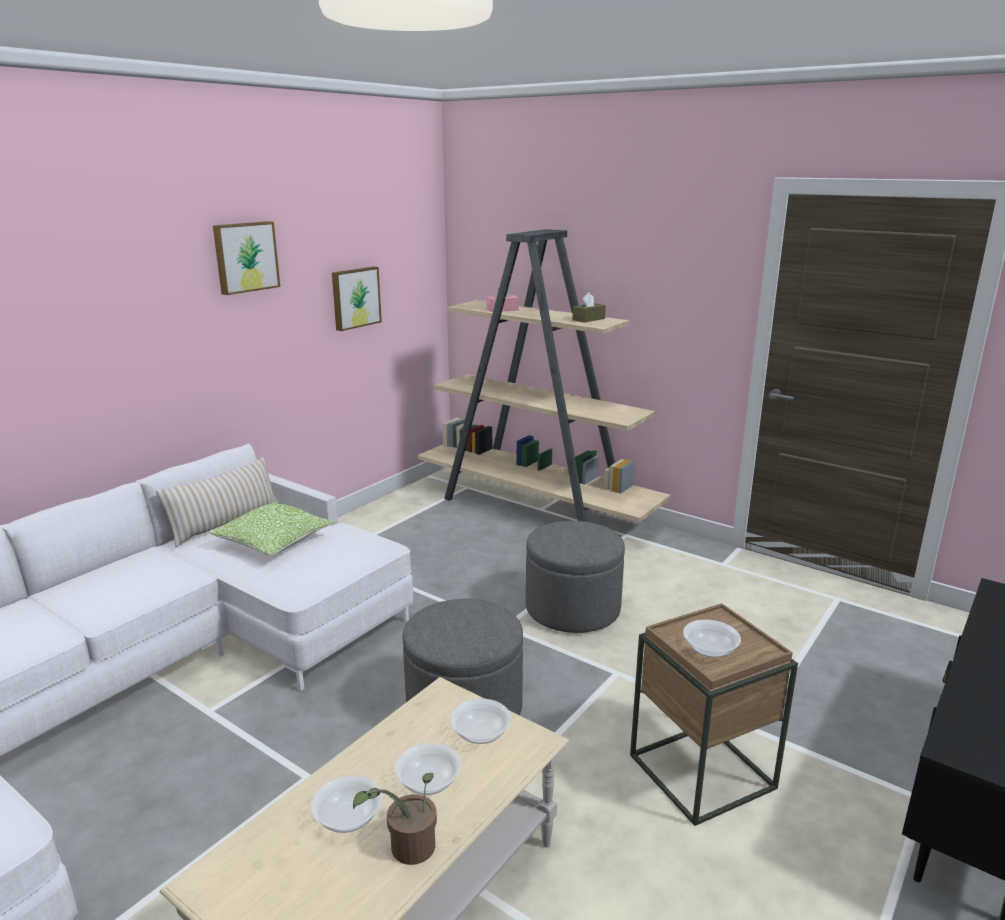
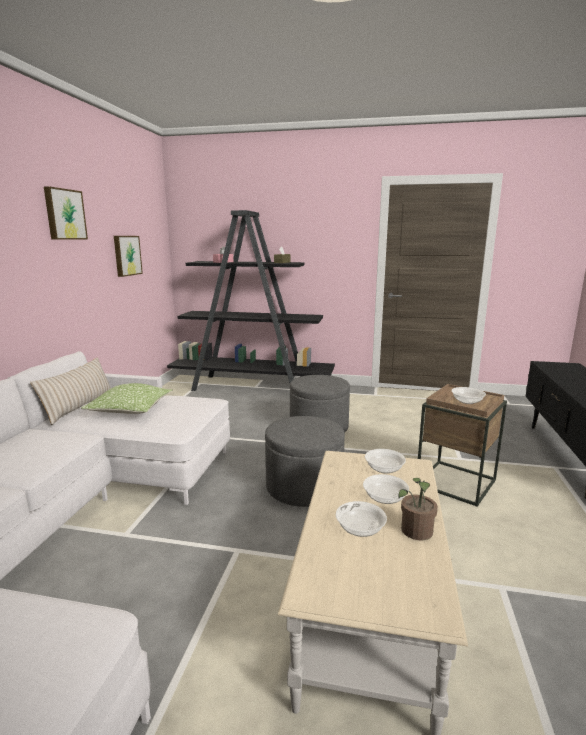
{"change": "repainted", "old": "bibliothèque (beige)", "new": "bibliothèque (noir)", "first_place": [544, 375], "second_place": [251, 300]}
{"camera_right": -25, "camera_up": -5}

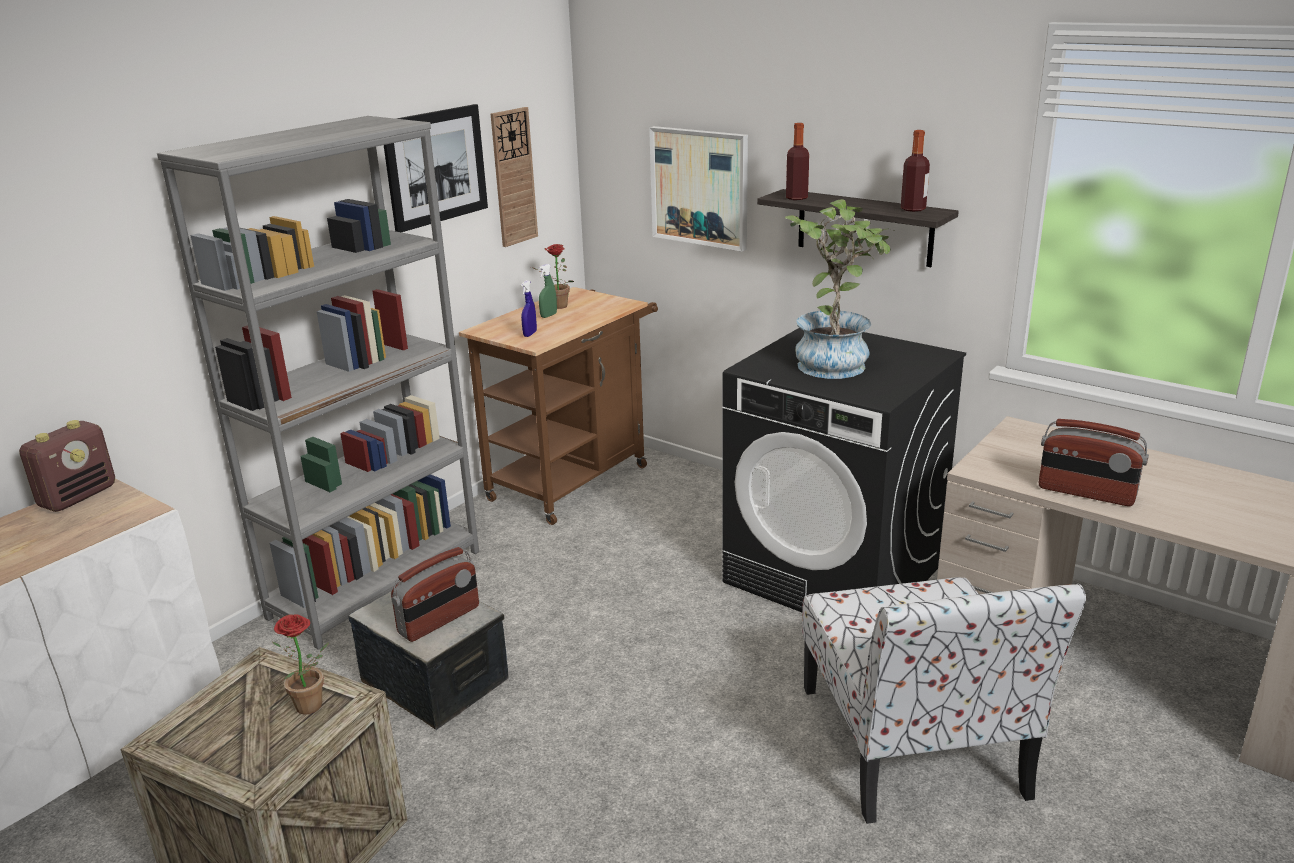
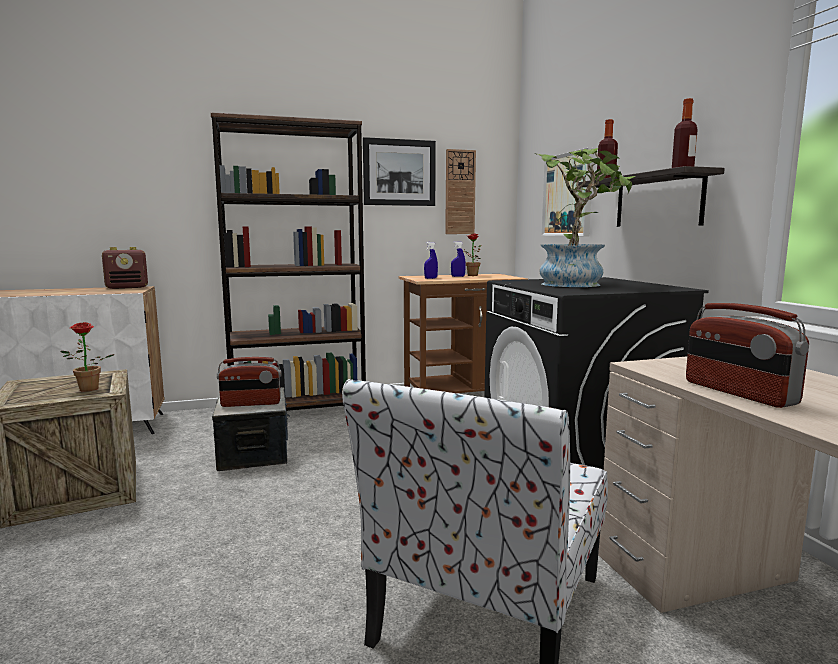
{"change": "repainted", "old": "bibliothèque (gris)", "new": "bibliothèque (marron)", "first_place": [318, 383], "second_place": [288, 261]}
{"change": "repainted", "old": "vaporisateur (vert)", "new": "vaporisateur (bleu)", "first_place": [547, 291], "second_place": [458, 259]}
{"camera_right": 35, "camera_up": -15}

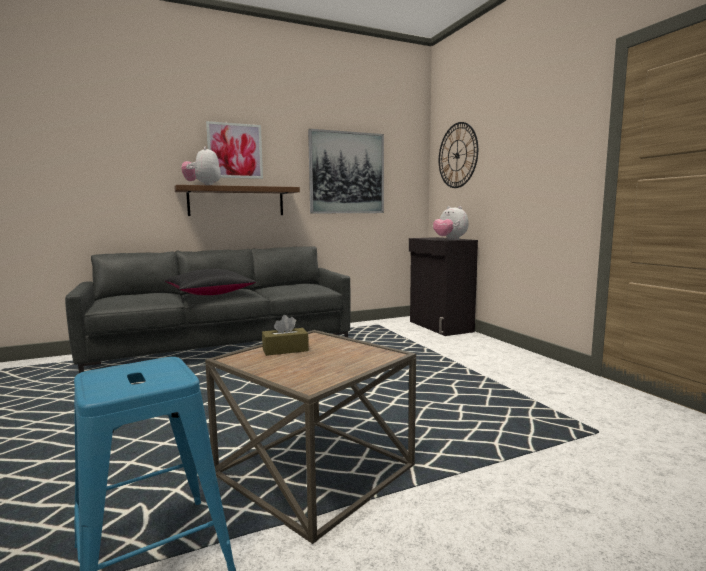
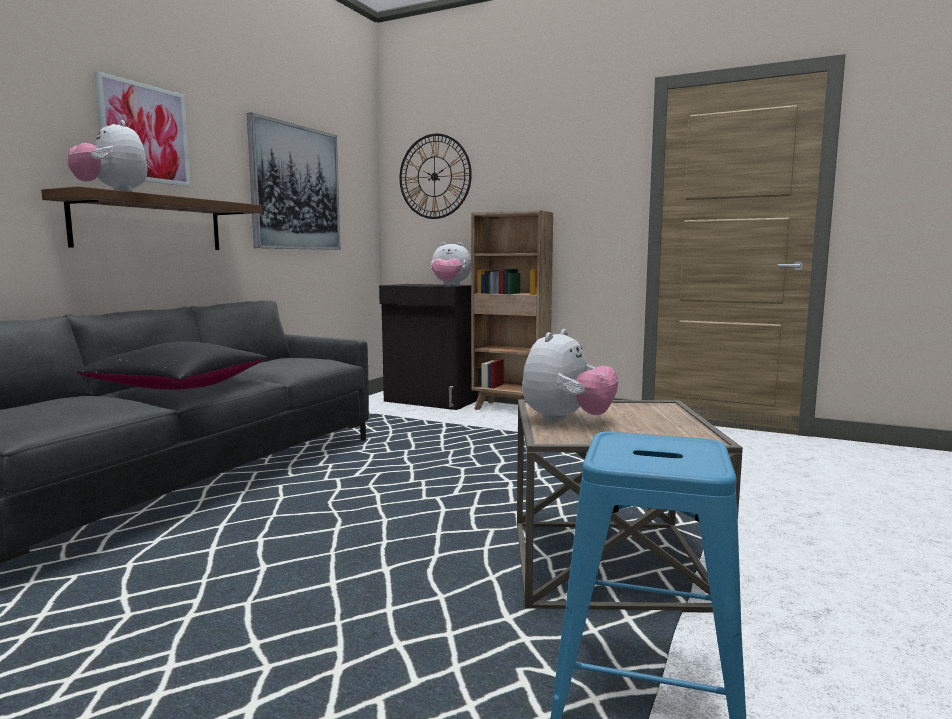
{"change": "new", "new": "bibliothèque (marron)", "second_place": [512, 310]}
{"change": "swapped", "old": "boîte à mouchoirs (marron)", "new": "peluche", "first_place": [285, 335], "second_place": [570, 376]}
{"camera_right": -40, "camera_up": 0}

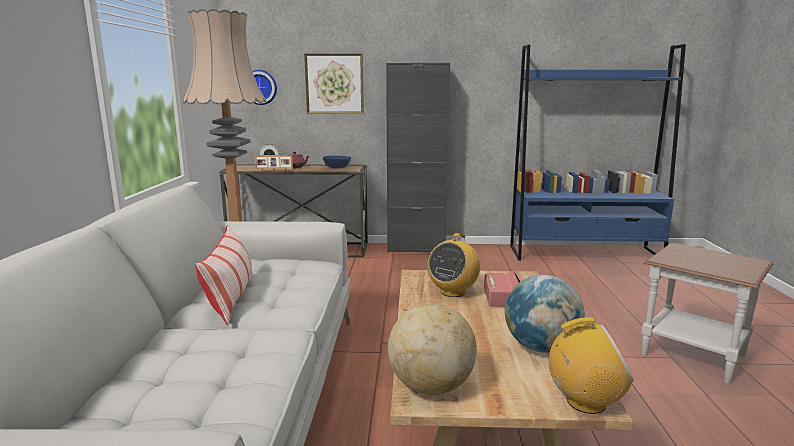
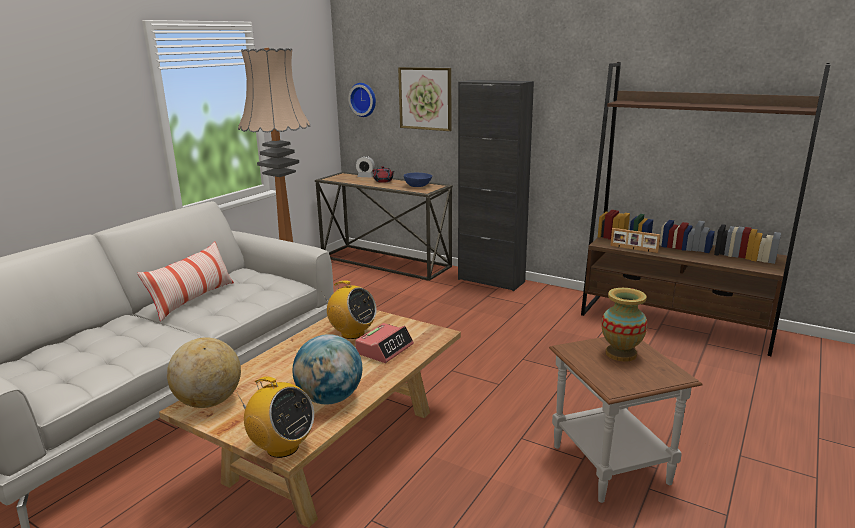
{"change": "rotated", "old": "radio", "first_place": [454, 265], "second_place": [349, 309], "degrees": -120}
{"change": "repainted", "old": "bibliothèque (bleu)", "new": "bibliothèque (marron)", "first_place": [598, 152], "second_place": [705, 209]}
{"change": "new", "new": "vase", "second_place": [624, 325]}
{"change": "shifted", "old": "cadre photo", "first_place": [273, 163], "second_place": [635, 240]}
{"camera_right": 30, "camera_up": 5}

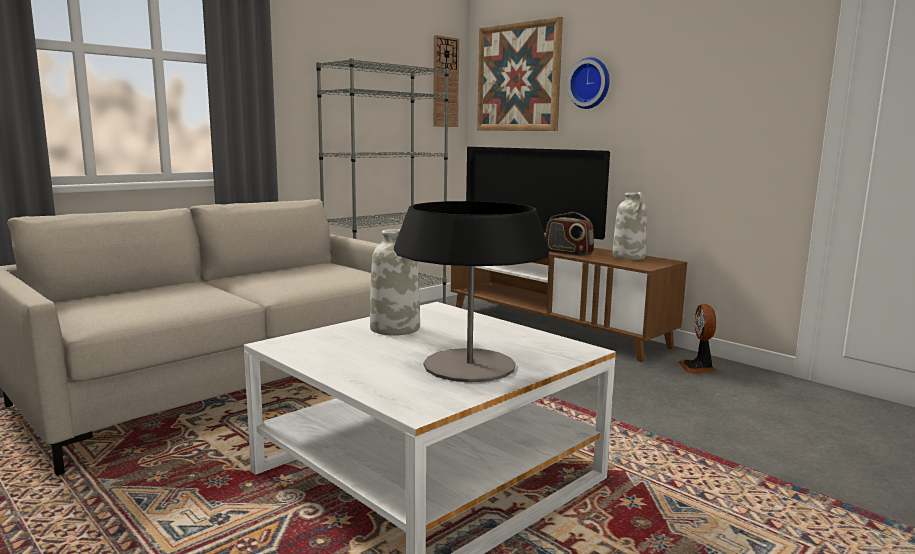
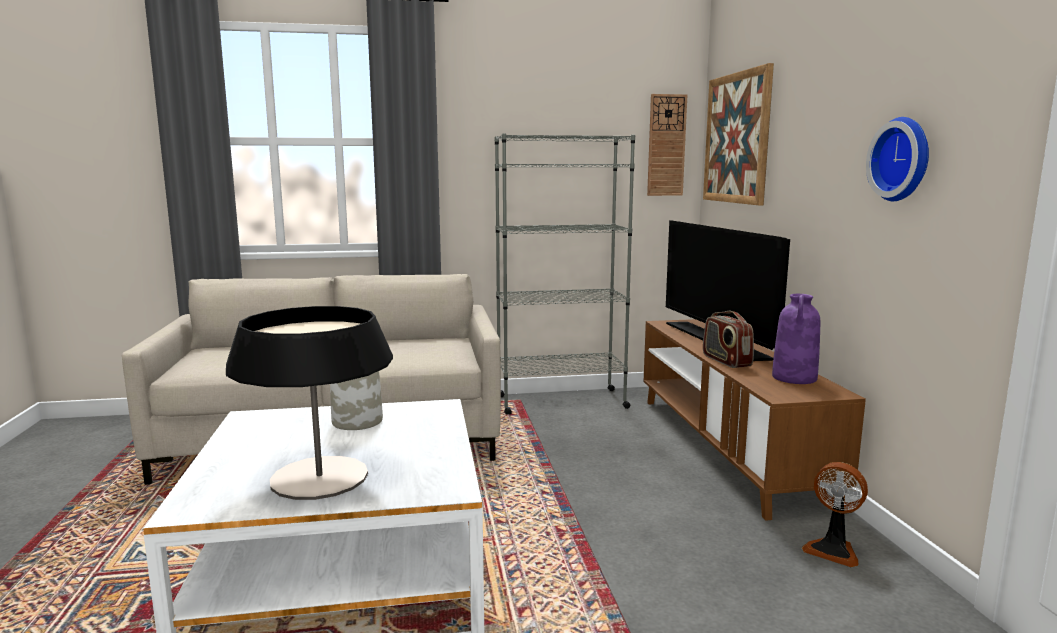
{"change": "repainted", "old": "vase (blanc)", "new": "vase (violet)", "first_place": [629, 226], "second_place": [796, 339]}
{"change": "rotated", "old": "ventilateur", "first_place": [697, 339], "second_place": [835, 514], "degrees": -90}
{"change": "shifted", "old": "horloge murale", "first_place": [588, 83], "second_place": [897, 159]}
{"camera_right": 35, "camera_up": 0}

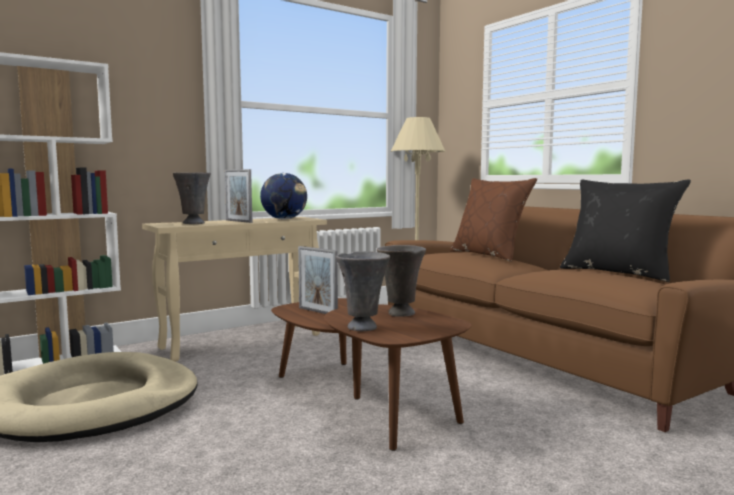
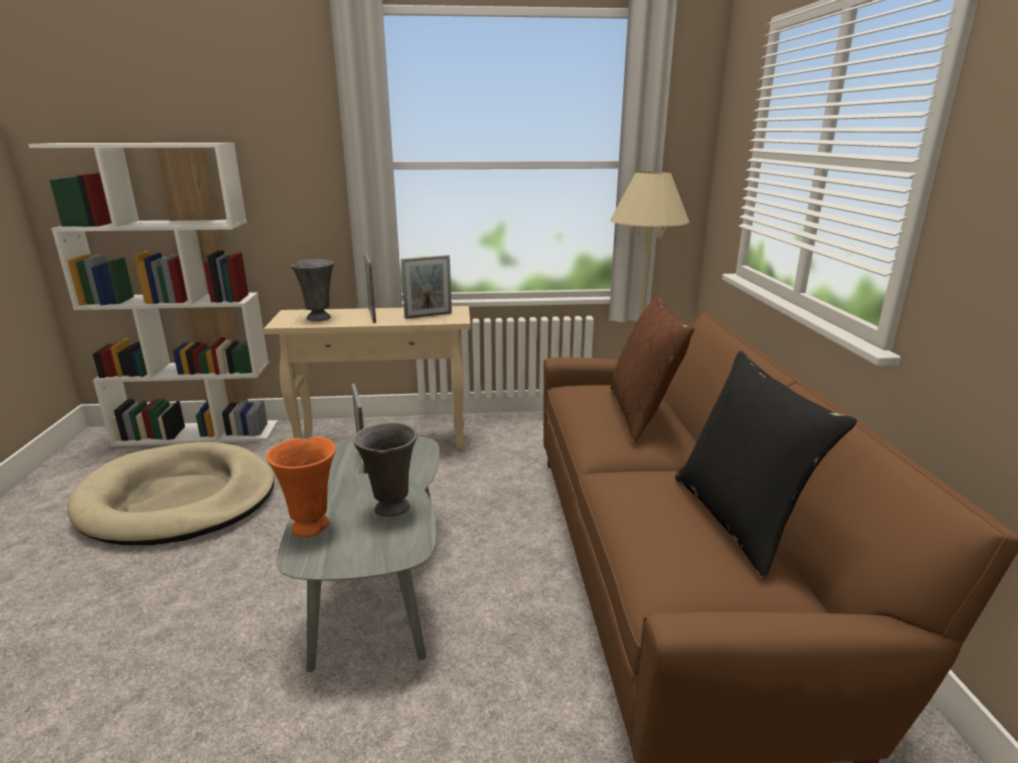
{"change": "repainted", "old": "vase (gris)", "new": "vase (orange)", "first_place": [363, 291], "second_place": [301, 486]}
{"change": "repainted", "old": "table basse (marron)", "new": "table basse (gris)", "first_place": [371, 374], "second_place": [358, 554]}
{"change": "swapped", "old": "globe", "new": "cadre photo", "first_place": [283, 196], "second_place": [426, 287]}
{"camera_right": 30, "camera_up": 15}

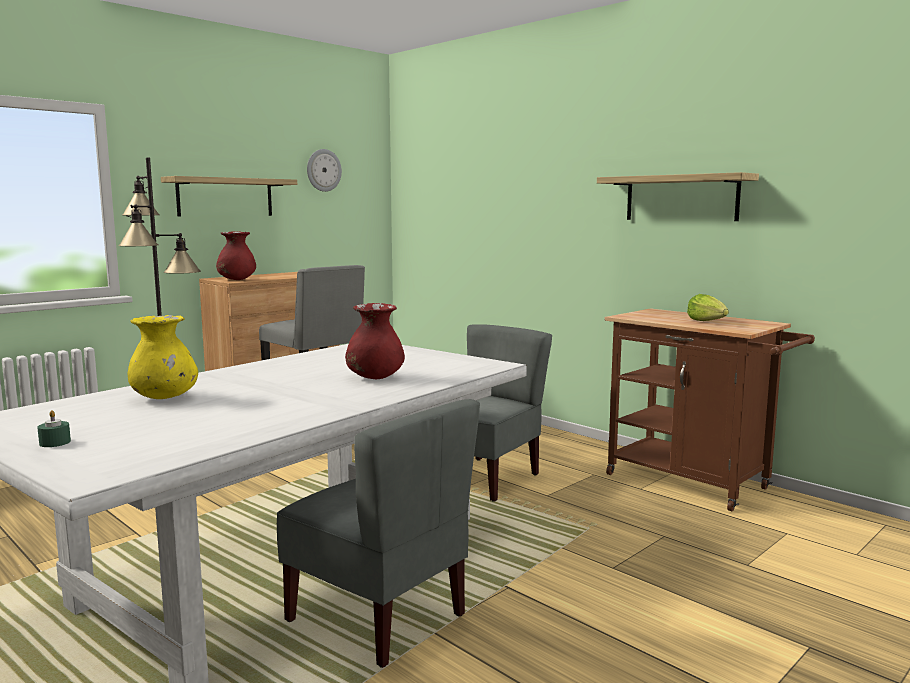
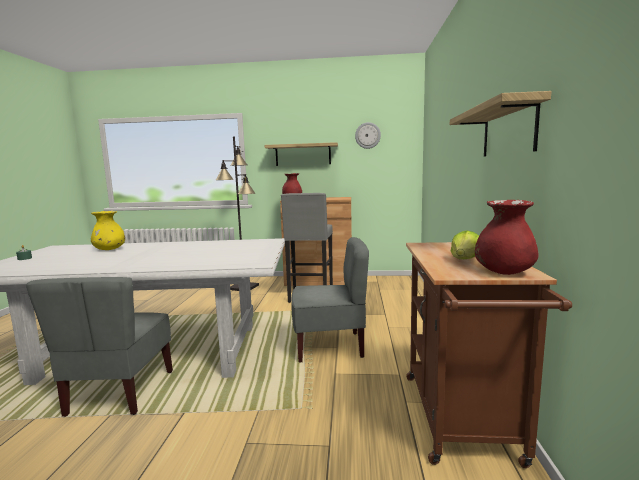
{"change": "shifted", "old": "vase (rouge)", "first_place": [375, 341], "second_place": [507, 237]}
{"camera_right": 50, "camera_up": 0}

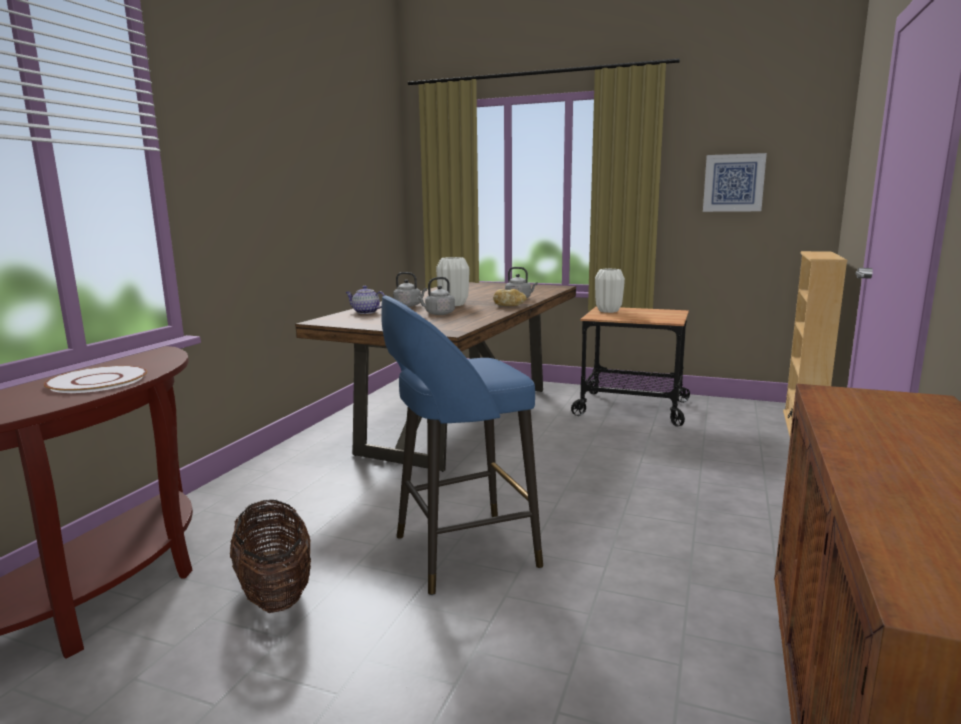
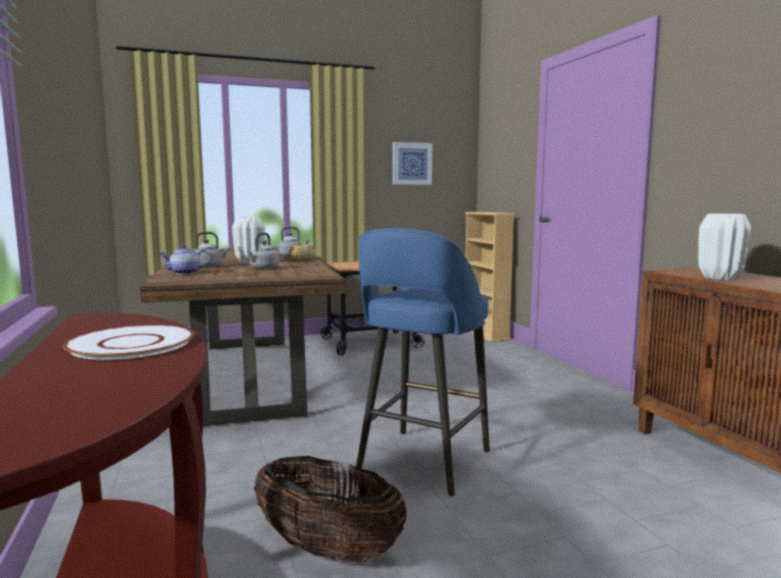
{"change": "shifted", "old": "vase (blanc)", "first_place": [610, 291], "second_place": [724, 247]}
{"camera_right": -40, "camera_up": -5}

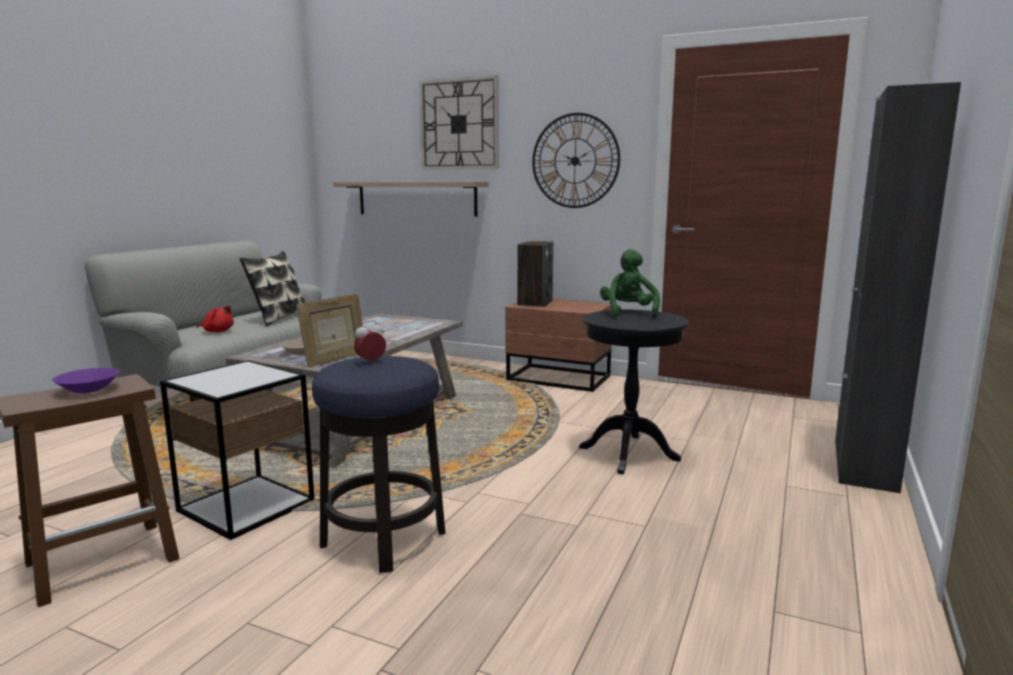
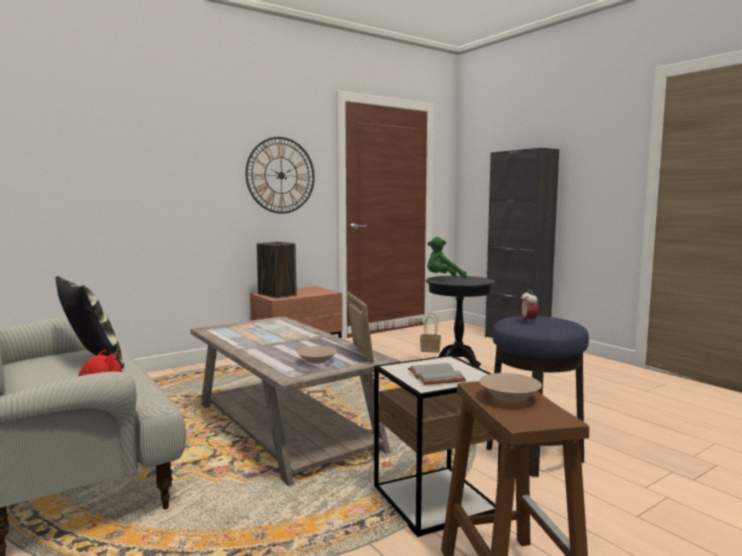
{"change": "new", "new": "livre (gris)", "second_place": [437, 374]}
{"change": "new", "new": "panier", "second_place": [430, 333]}
{"change": "rotated", "old": "peluche (vert)", "first_place": [630, 284], "second_place": [447, 257], "degrees": -45}
{"change": "repainted", "old": "bol (violet)", "new": "bol (beige)", "first_place": [86, 380], "second_place": [510, 387]}
{"change": "gone", "old": "étagère", "first_place": [411, 199]}
{"change": "gone", "old": "horloge murale", "first_place": [459, 122]}
{"camera_right": -60, "camera_up": -5}

